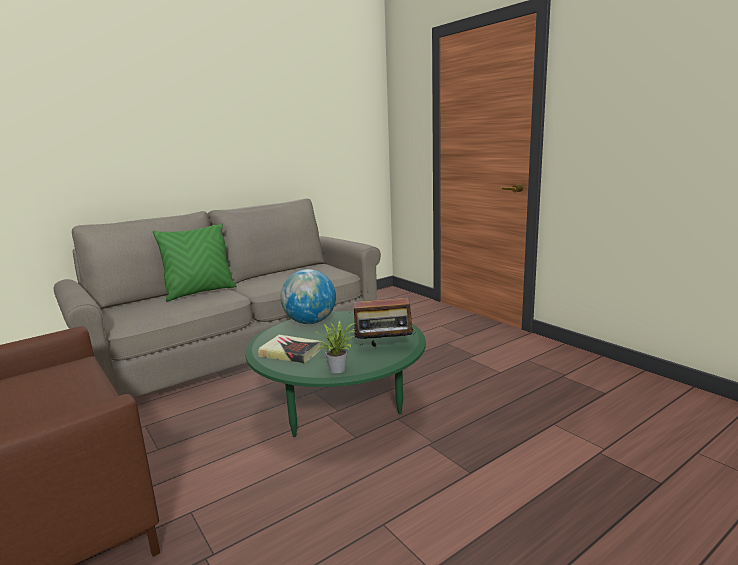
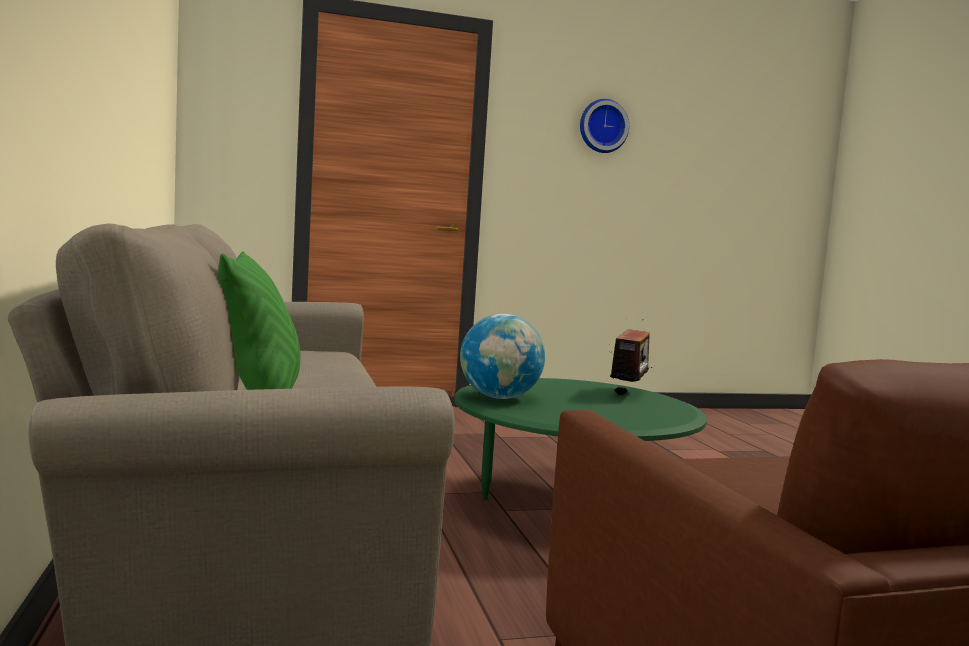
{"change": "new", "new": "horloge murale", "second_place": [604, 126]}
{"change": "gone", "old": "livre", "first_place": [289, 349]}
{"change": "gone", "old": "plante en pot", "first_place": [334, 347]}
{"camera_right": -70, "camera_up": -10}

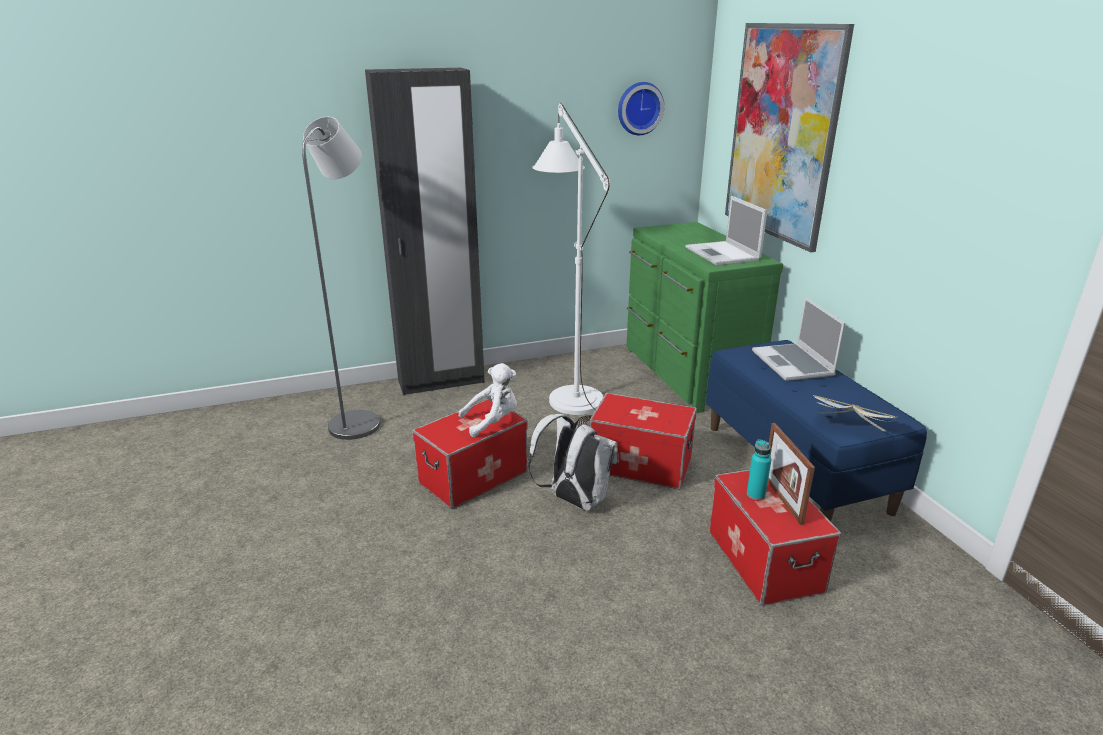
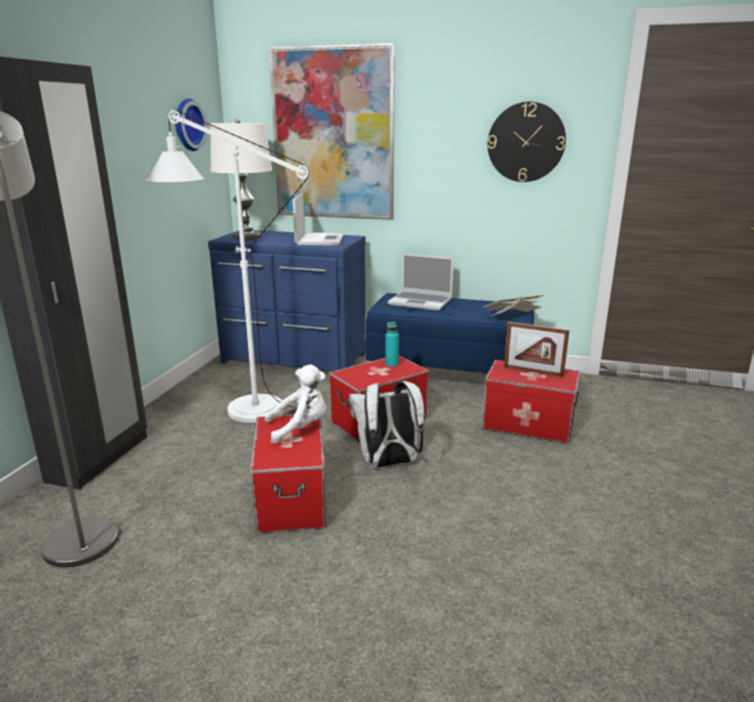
{"change": "repainted", "old": "commode (vert)", "new": "commode (bleu)", "first_place": [704, 317], "second_place": [287, 300]}
{"change": "new", "new": "lampe de table (blanc)", "second_place": [241, 179]}
{"change": "rotated", "old": "peluche (blanc)", "first_place": [488, 400], "second_place": [296, 403], "degrees": 60}
{"change": "rotated", "old": "ordinateur portable", "first_place": [726, 230], "second_place": [318, 219], "degrees": -105}
{"change": "shifted", "old": "bouteille (turquoise)", "first_place": [759, 469], "second_place": [392, 344]}
{"change": "new", "new": "horloge murale", "second_place": [527, 142]}
{"camera_right": -55, "camera_up": -5}

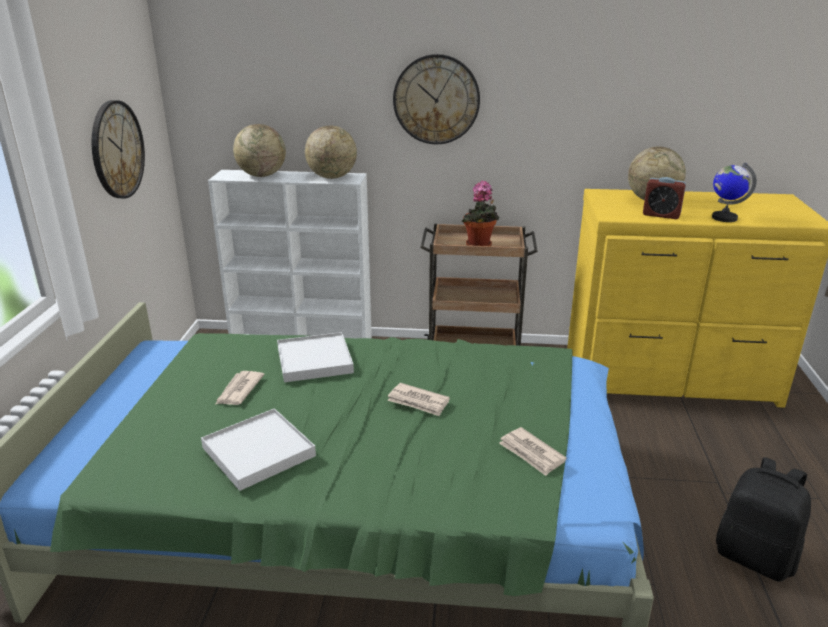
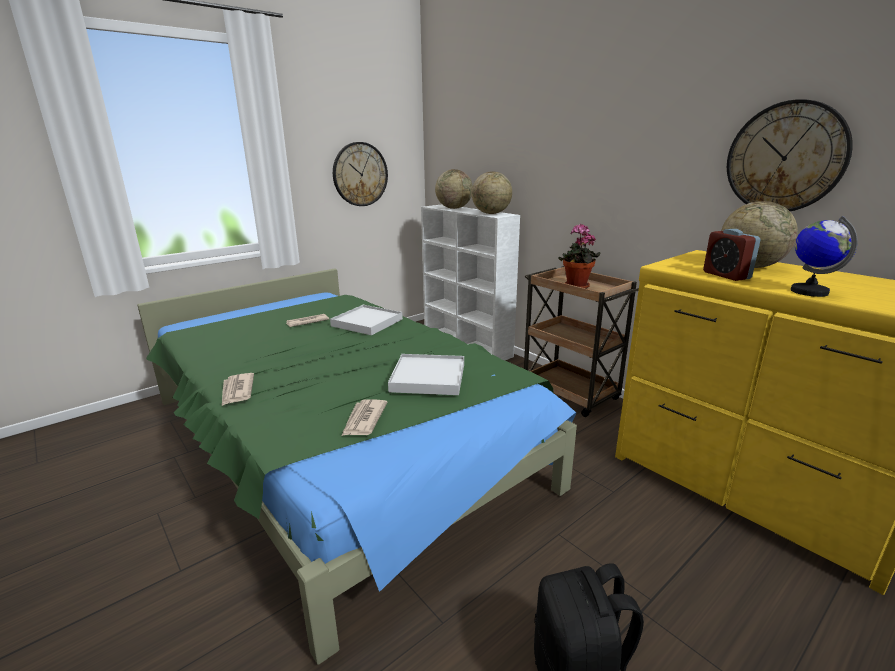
{"change": "shifted", "old": "journal", "first_place": [418, 399], "second_place": [238, 389]}
{"change": "shifted", "old": "plateau (blanc)", "first_place": [258, 449], "second_place": [426, 374]}
{"change": "shifted", "old": "horloge murale", "first_place": [436, 99], "second_place": [790, 155]}
{"camera_right": 45, "camera_up": -5}

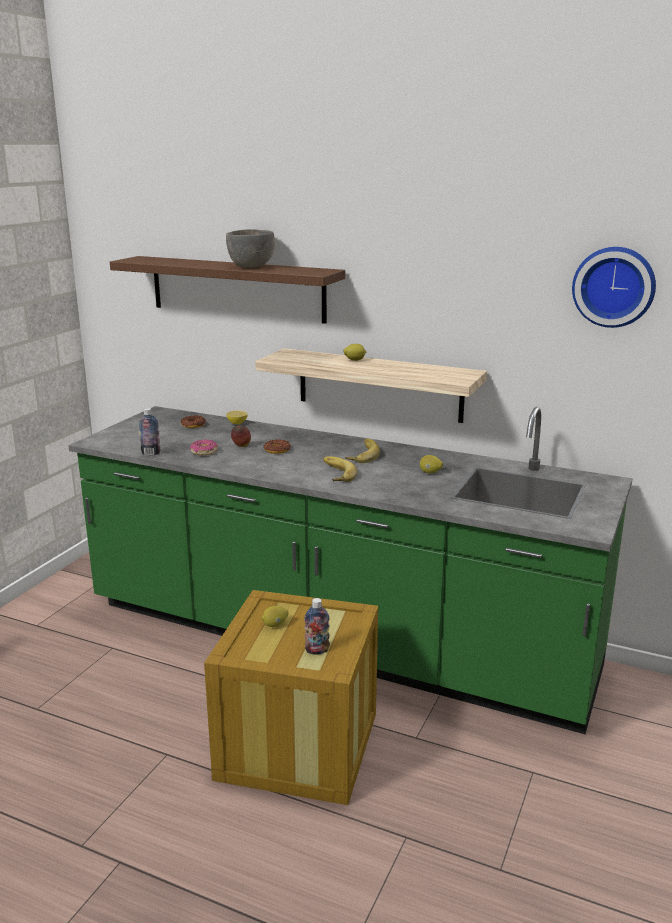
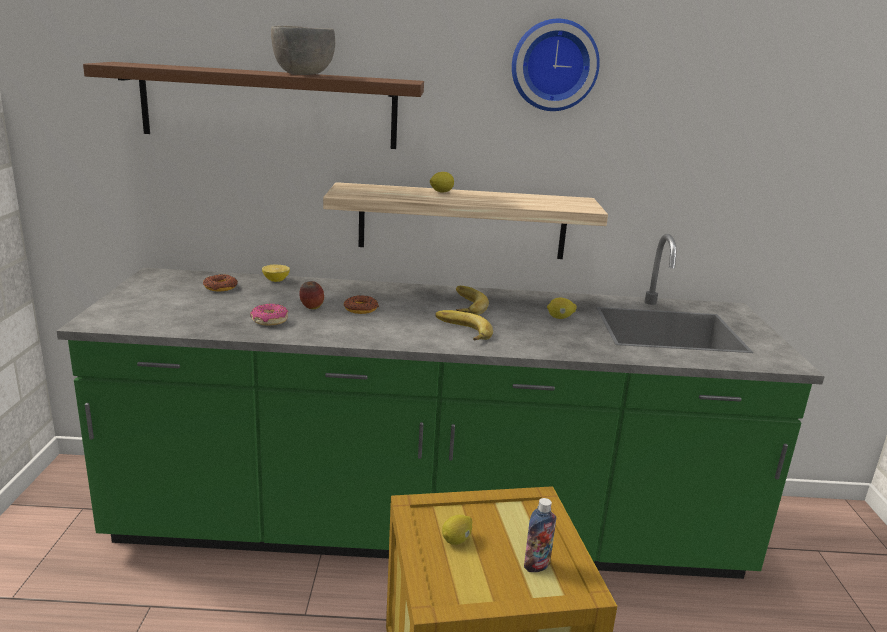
{"change": "shifted", "old": "horloge murale", "first_place": [614, 287], "second_place": [556, 65]}
{"change": "gone", "old": "bouteille", "first_place": [150, 431]}
{"camera_right": -25, "camera_up": 0}

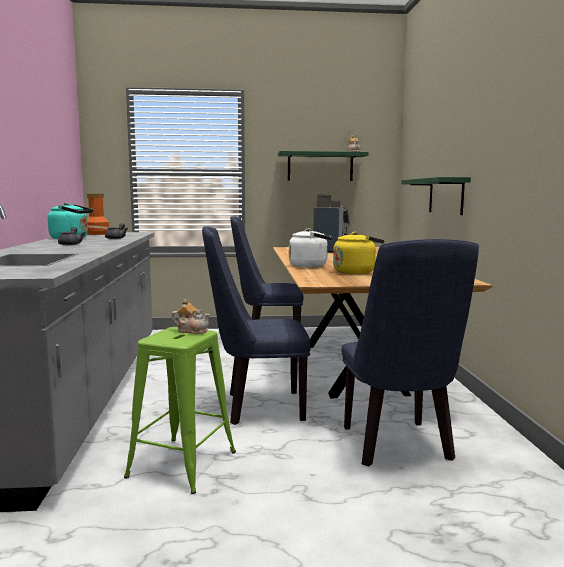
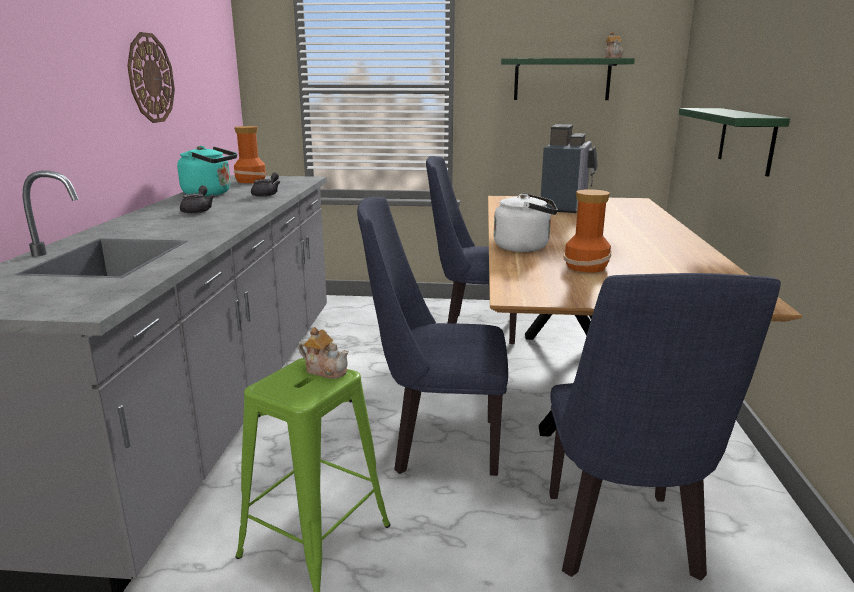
{"change": "new", "new": "horloge murale", "second_place": [151, 77]}
{"change": "swapped", "old": "bouilloire (jaune)", "new": "vase", "first_place": [359, 253], "second_place": [587, 231]}
{"camera_right": 10, "camera_up": 10}

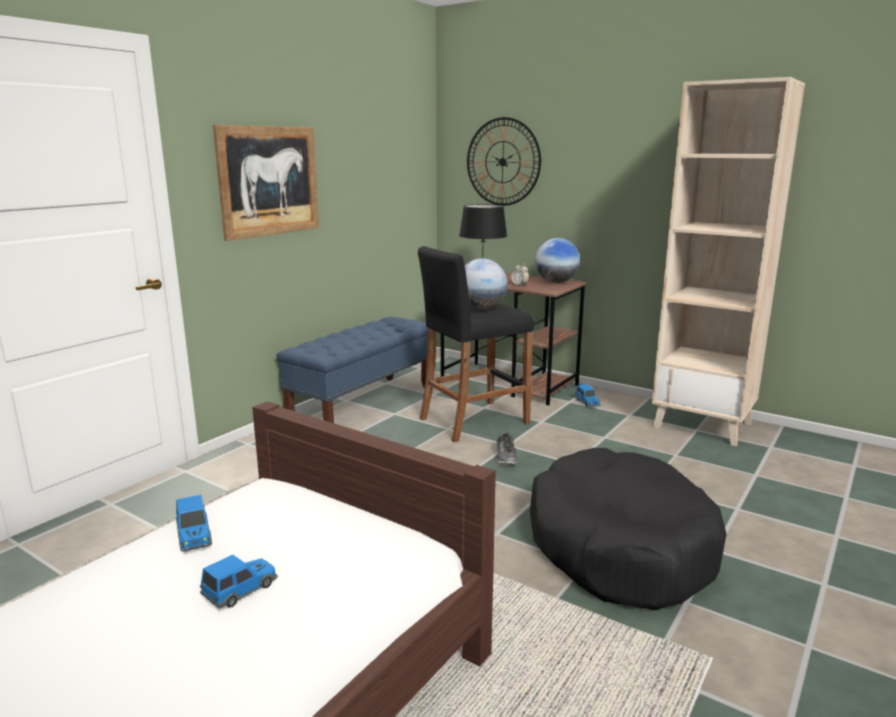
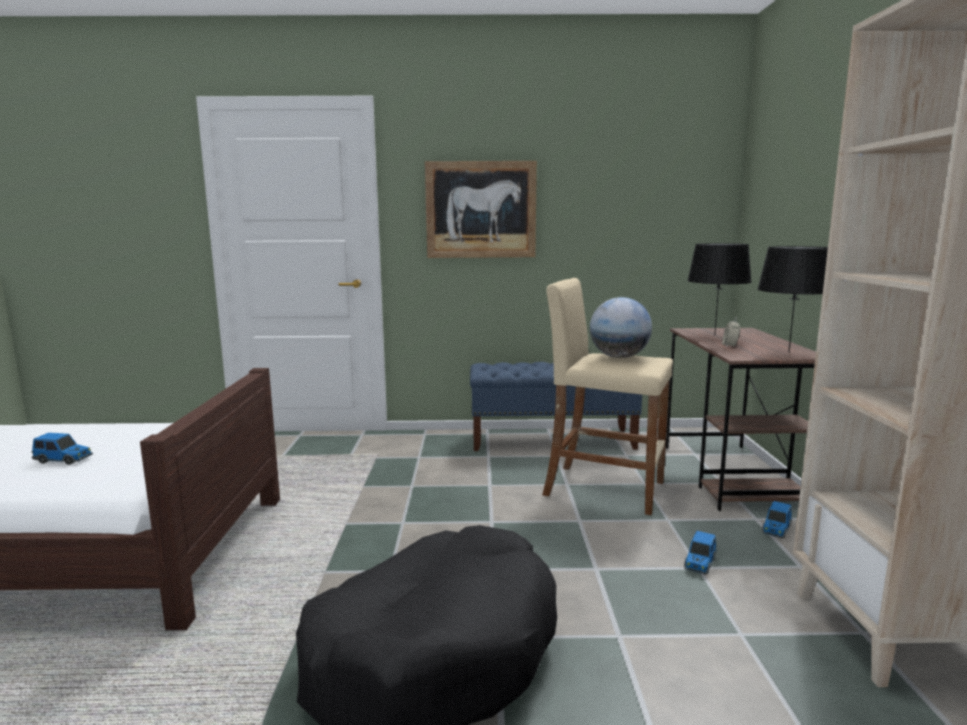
{"change": "repainted", "old": "tabouret (noir)", "new": "tabouret (beige)", "first_place": [476, 344], "second_place": [607, 396]}
{"change": "shifted", "old": "petite voiture", "first_place": [194, 523], "second_place": [700, 552]}
{"change": "swapped", "old": "globe", "new": "lampe de table (noir)", "first_place": [557, 260], "second_place": [792, 299]}
{"change": "gone", "old": "horloge murale", "first_place": [504, 161]}
{"change": "gone", "old": "chaussure", "first_place": [506, 449]}
{"camera_right": 55, "camera_up": -5}

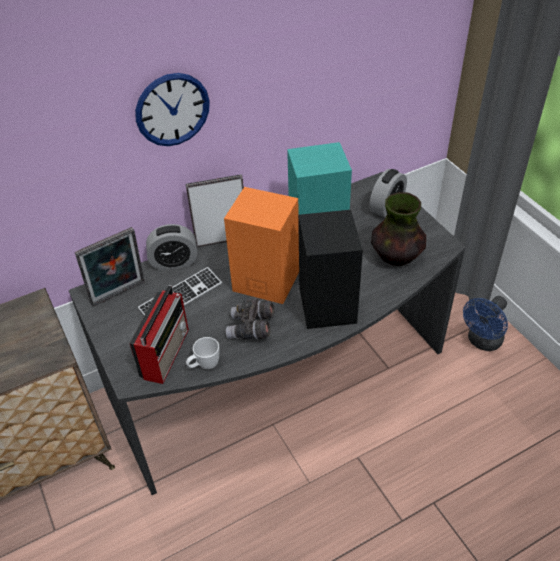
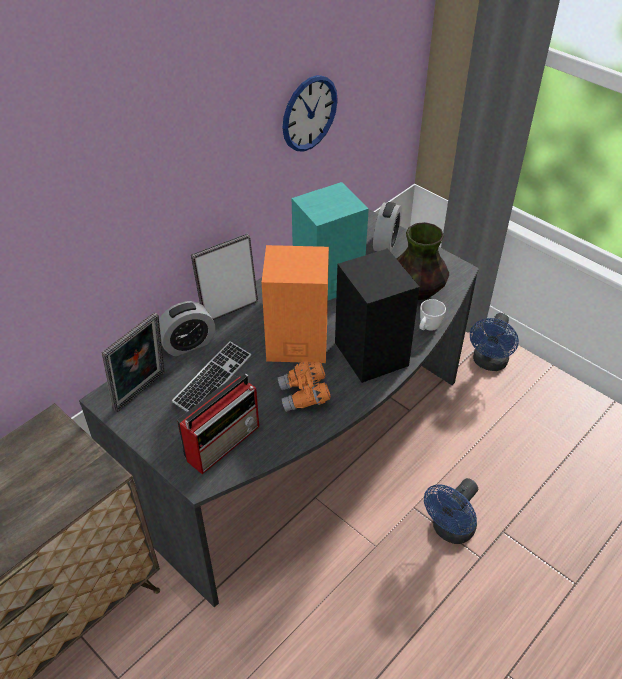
{"change": "rotated", "old": "radio", "first_place": [159, 334], "second_place": [218, 424], "degrees": 45}
{"change": "repainted", "old": "jumelles (gris)", "new": "jumelles (orange)", "first_place": [250, 318], "second_place": [304, 386]}
{"change": "shifted", "old": "horloge murale", "first_place": [172, 109], "second_place": [310, 113]}
{"change": "shifted", "old": "mug (blanc)", "first_place": [202, 353], "second_place": [432, 315]}
{"change": "new", "new": "ventilateur (bleu)", "second_place": [451, 511]}
{"camera_right": -20, "camera_up": 0}

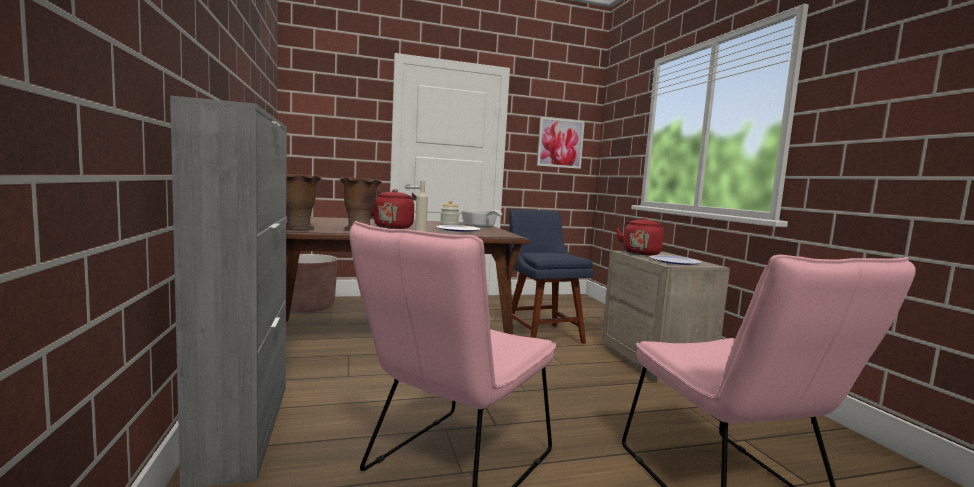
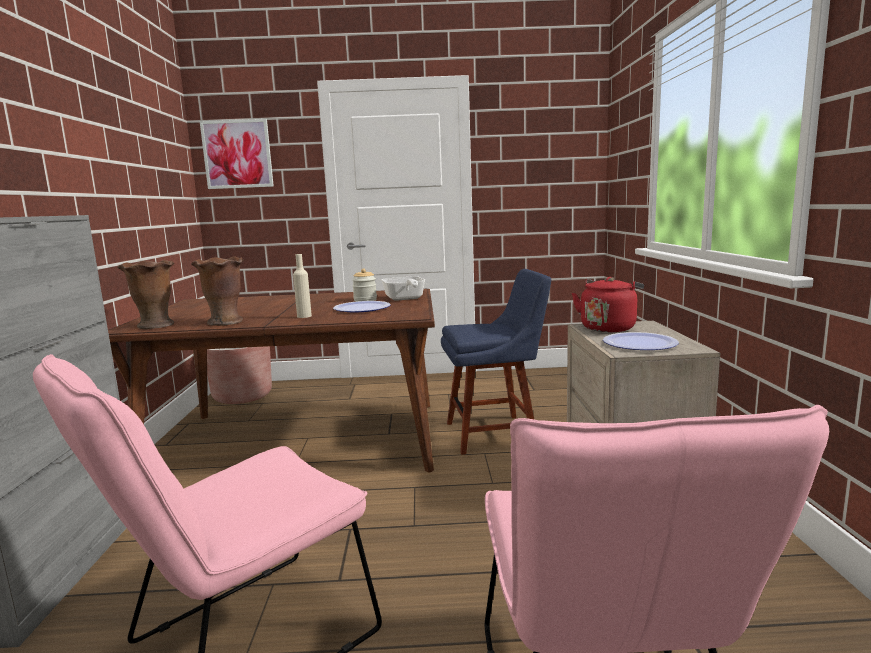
{"change": "shifted", "old": "tableau", "first_place": [561, 143], "second_place": [237, 154]}
{"change": "rotated", "old": "chaise (bleu)", "first_place": [551, 276], "second_place": [496, 362], "degrees": 90}
{"change": "gone", "old": "bouilloire (rouge)", "first_place": [393, 209]}
{"camera_right": 15, "camera_up": 5}

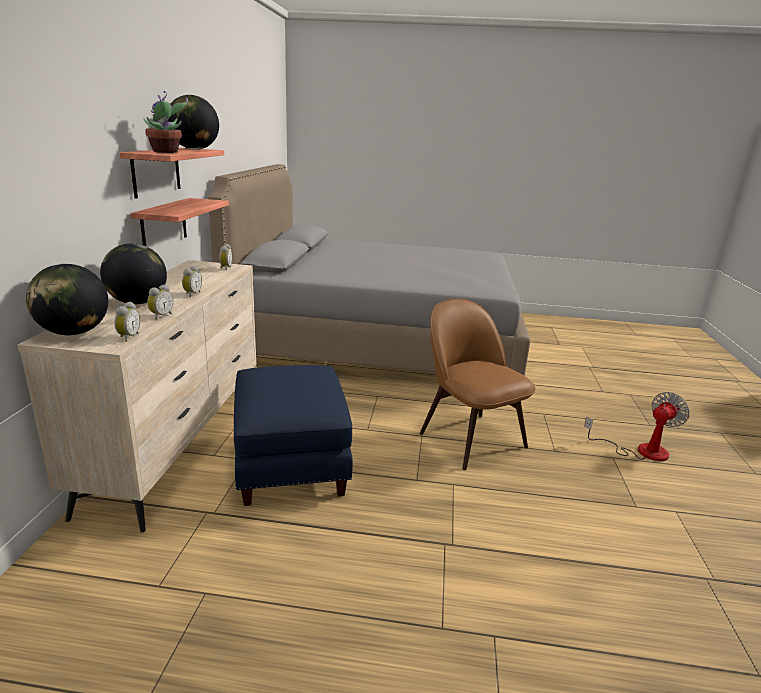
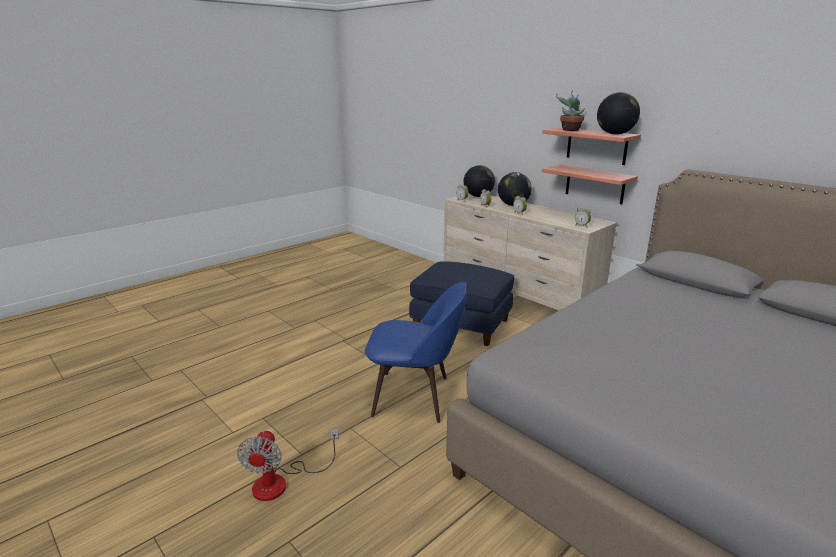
{"change": "repainted", "old": "chaise (marron)", "new": "chaise (bleu)", "first_place": [478, 384], "second_place": [416, 352]}
{"camera_right": 130, "camera_up": 0}

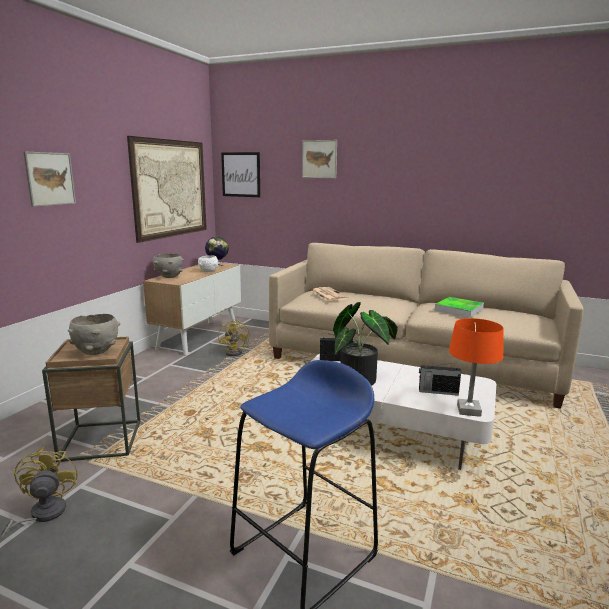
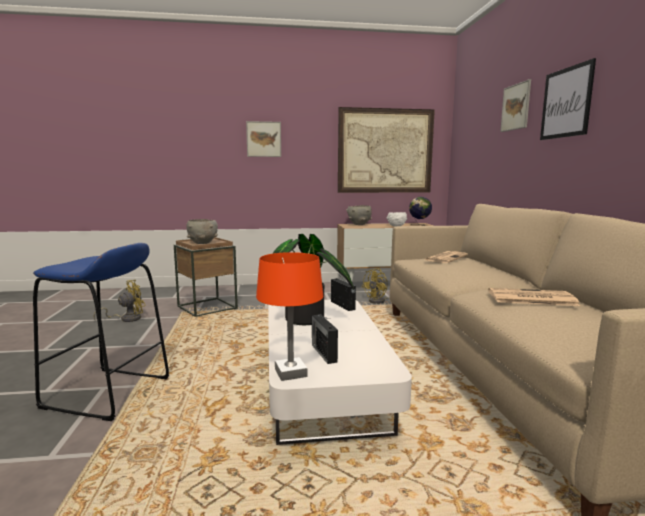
{"change": "swapped", "old": "plateau", "new": "journal", "first_place": [459, 307], "second_place": [534, 297]}
{"change": "shifted", "old": "tableau", "first_place": [240, 174], "second_place": [568, 99]}
{"camera_right": 60, "camera_up": -5}

